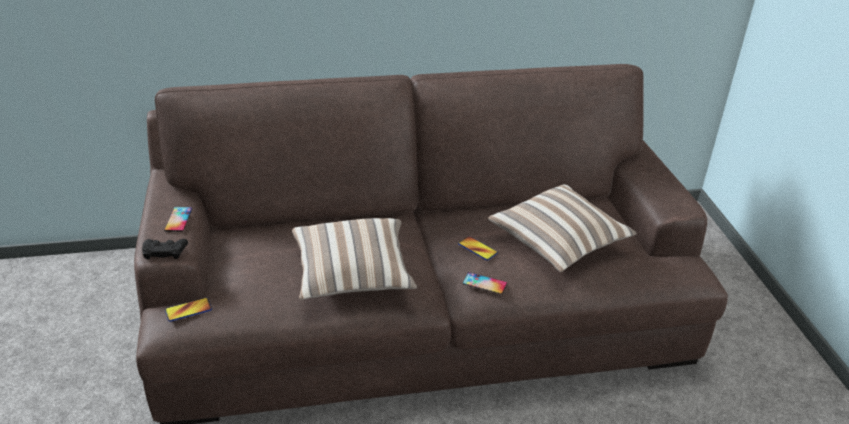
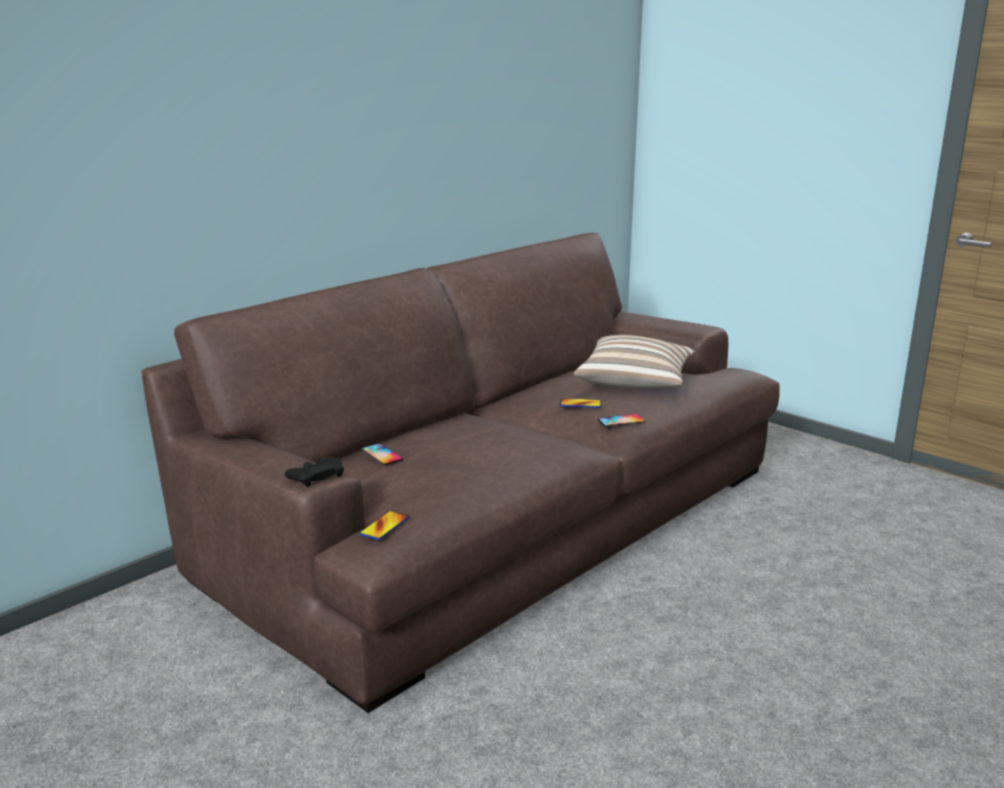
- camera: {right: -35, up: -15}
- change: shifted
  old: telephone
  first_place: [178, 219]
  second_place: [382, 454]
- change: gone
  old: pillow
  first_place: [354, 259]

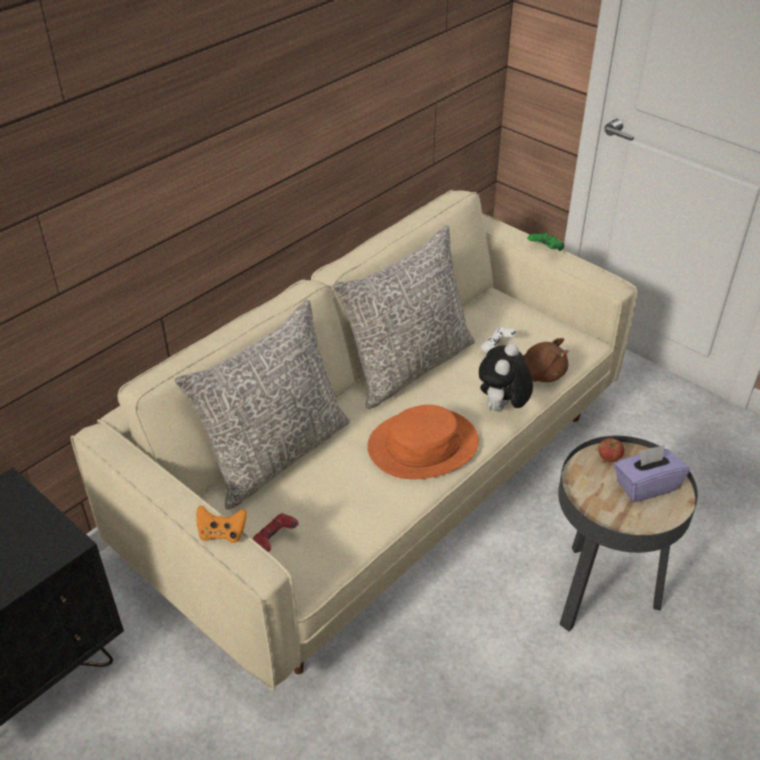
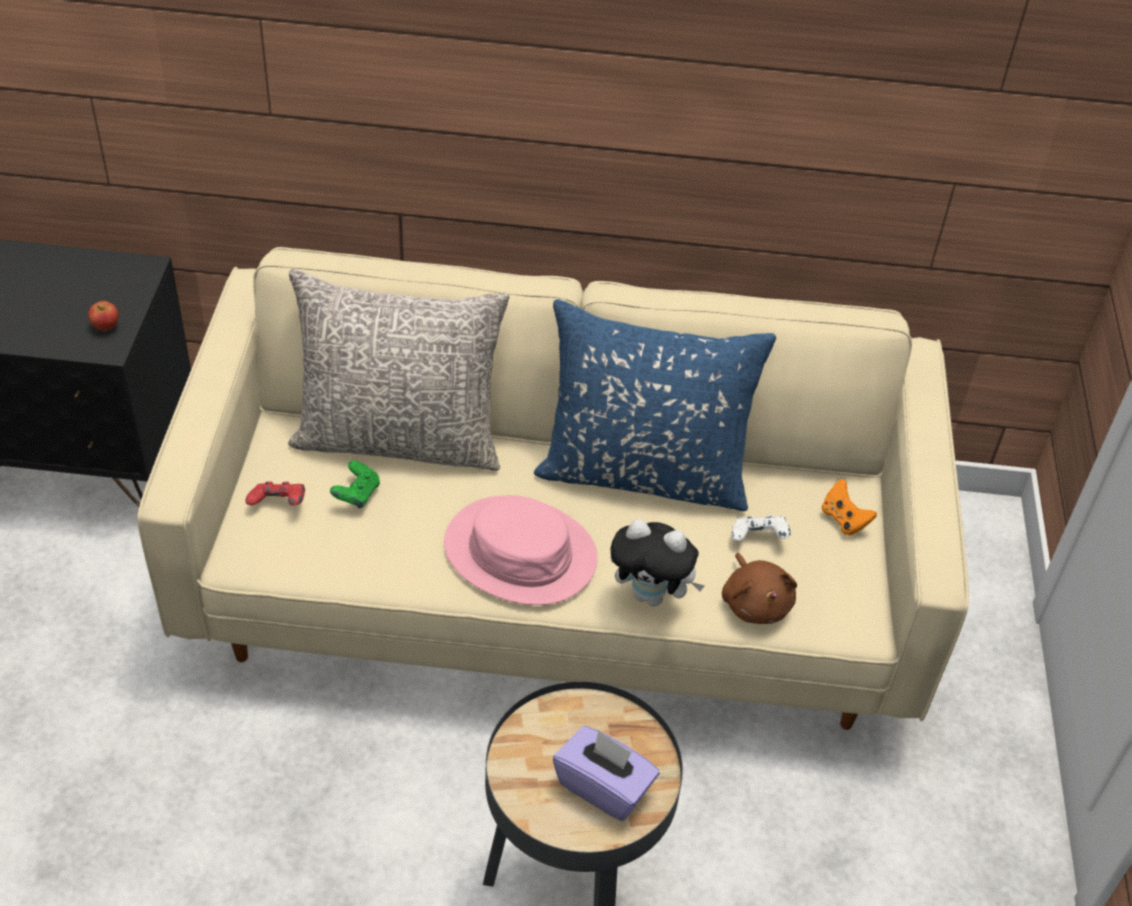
- camera: {right: 50, up: 5}
- change: shifted
  old: orange-coloured joypad
  first_place: [221, 524]
  second_place: [849, 507]
- change: repainted
  old: greyish pillow
  new: bluish pillow
  first_place: [404, 317]
  second_place: [655, 405]
- change: repainted
  old: orange-coloured clothing hat
  new: pink clothing hat
  first_place: [423, 442]
  second_place: [521, 550]
- change: rotated
  old: plush toy
  first_place: [506, 377]
  second_place: [657, 562]
  degrees: -150
- change: shifted
  old: greenish joypad
  first_place: [545, 241]
  second_place: [355, 485]
- change: shifted
  old: apple fruit
  first_place: [611, 450]
  second_place: [103, 316]

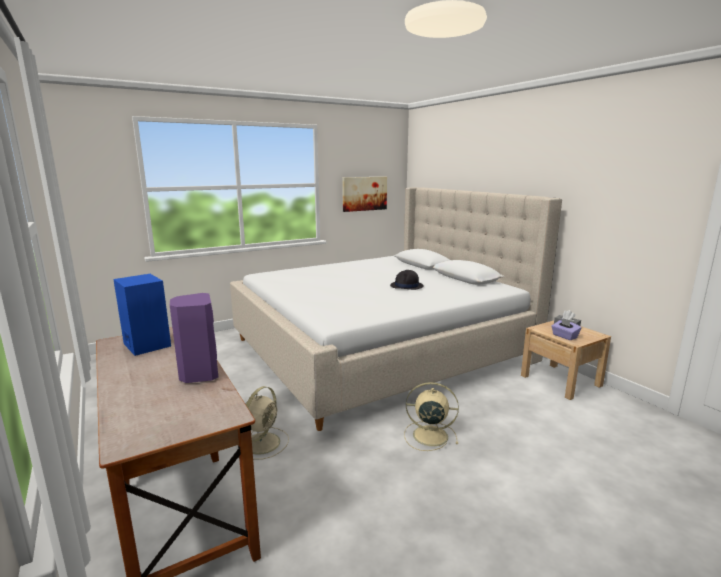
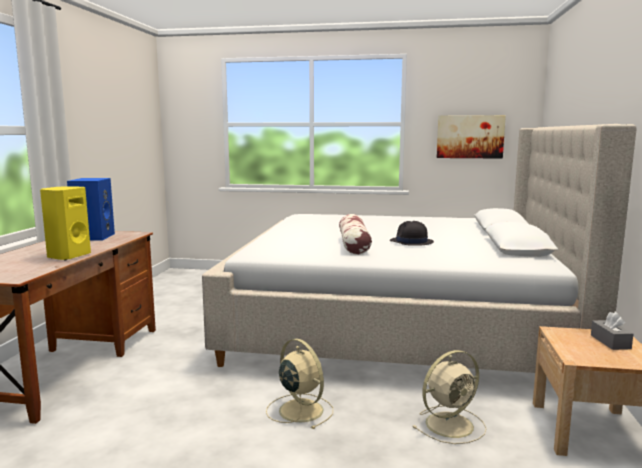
- camera: {right: 40, up: -5}
- change: repainted
  old: purple speaker
  new: yellow-coloured speaker
  first_place: [194, 338]
  second_place: [65, 223]
- change: shifted
  old: beige-coloured cooling fan
  first_place: [267, 422]
  second_place: [449, 397]
- change: gone
  old: purple tissue holder
  first_place: [566, 329]
- change: new
  new: pillow
  second_place: [355, 234]

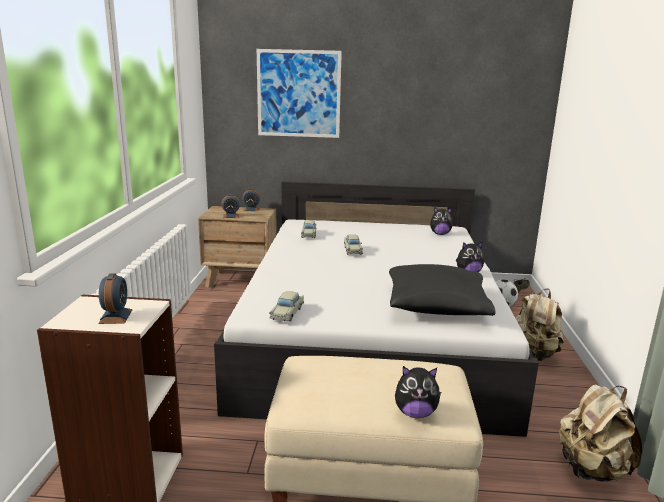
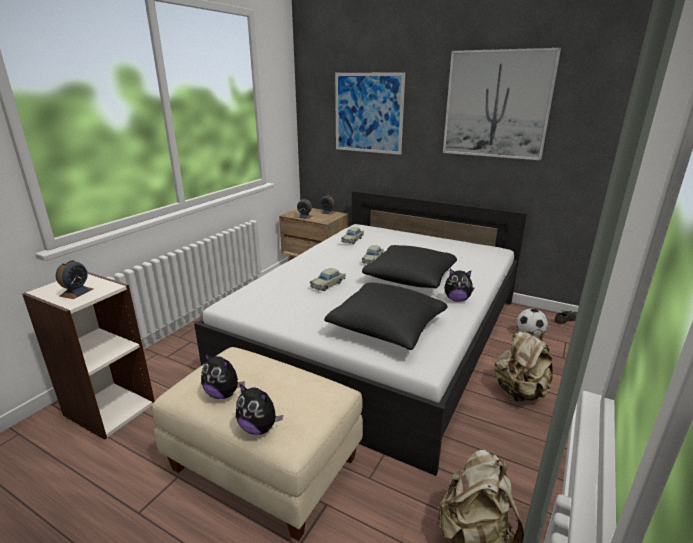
- camera: {right: 25, up: 5}
- change: shifted
  old: beige-coloured toy car
  first_place: [286, 306]
  second_place: [328, 279]
- change: shifted
  old: plush toy
  first_place: [441, 221]
  second_place: [223, 376]
- change: new
  new: blackish pillow
  second_place: [409, 266]
- change: new
  new: wall art
  second_place: [502, 104]

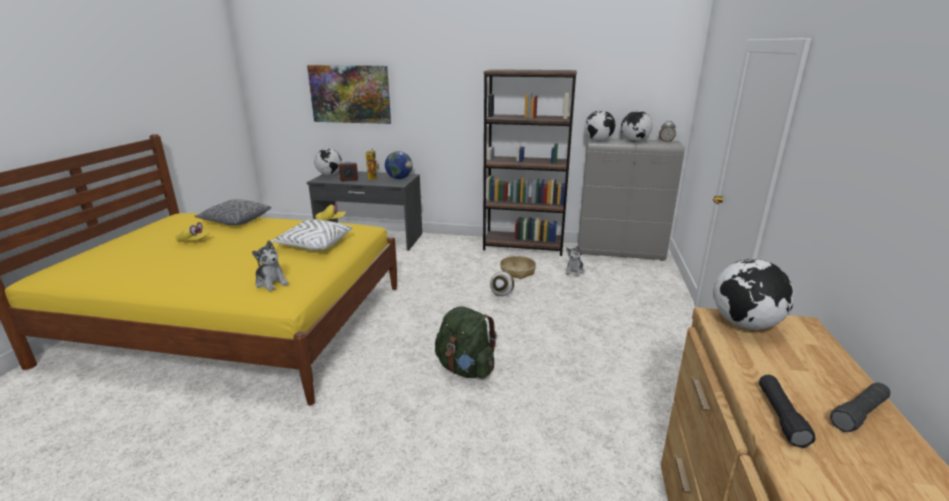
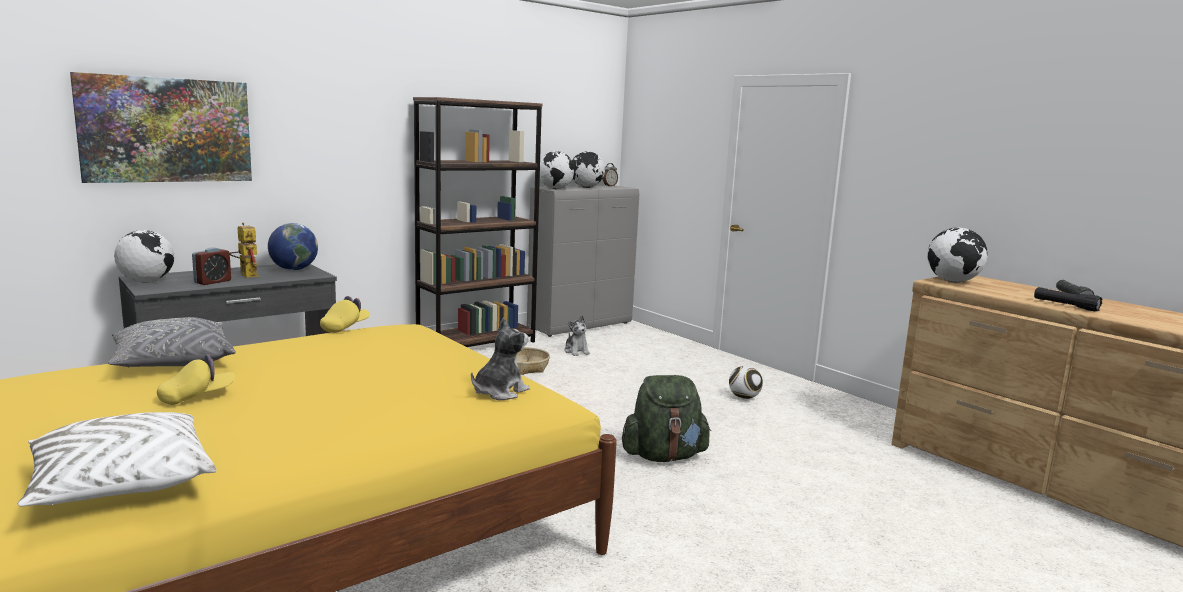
- camera: {right: -50, up: -10}
- change: rotated
  old: plush toy
  first_place: [270, 265]
  second_place: [500, 358]
  degrees: -45
- change: shifted
  old: white-coloured pillow
  first_place: [311, 234]
  second_place: [117, 459]
- change: shifted
  old: ball for football
  first_place: [502, 284]
  second_place: [746, 382]

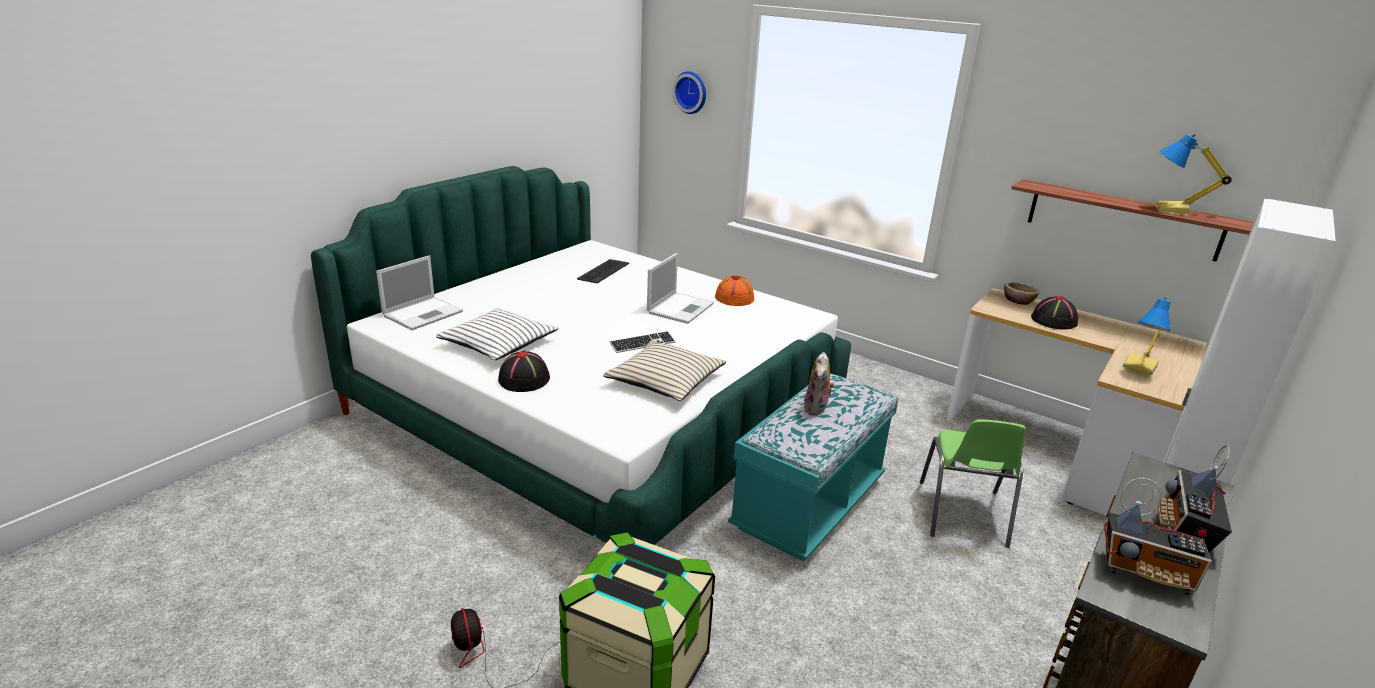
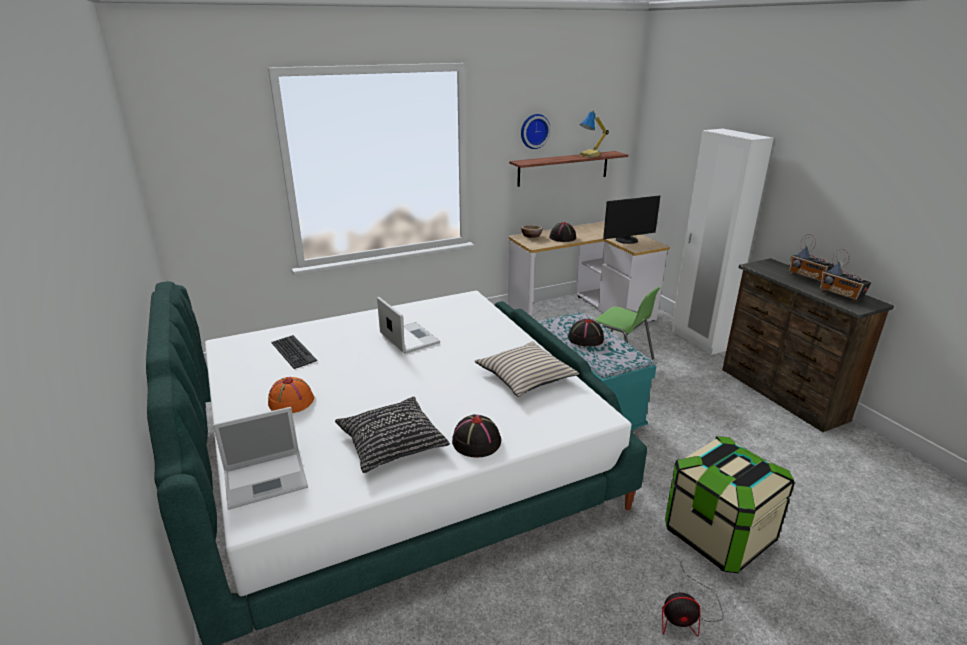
- camera: {right: -60, up: 0}
- change: rotated
  old: notebook computer
  first_place: [419, 292]
  second_place: [260, 458]
  degrees: 90
- change: repainted
  old: white-coloured pillow
  new: blackish pillow
  first_place: [497, 334]
  second_place: [392, 435]
- change: gone
  old: keyboard
  first_place: [643, 342]
- change: shifted
  old: clock on the wall
  first_place: [689, 92]
  second_place: [536, 131]
- change: shifted
  old: orange-coloured clothing hat
  first_place: [735, 290]
  second_place: [291, 395]
- change: swapped
  old: plush toy
  new: blackish clothing hat
  first_place: [819, 384]
  second_place: [586, 332]
- change: rotated
  old: radio
  first_place: [1158, 536]
  second_place: [845, 275]
  degrees: 90
- change: swapped
  old: tabletop lamp
  new: monitor
  first_place: [1146, 337]
  second_place: [631, 220]

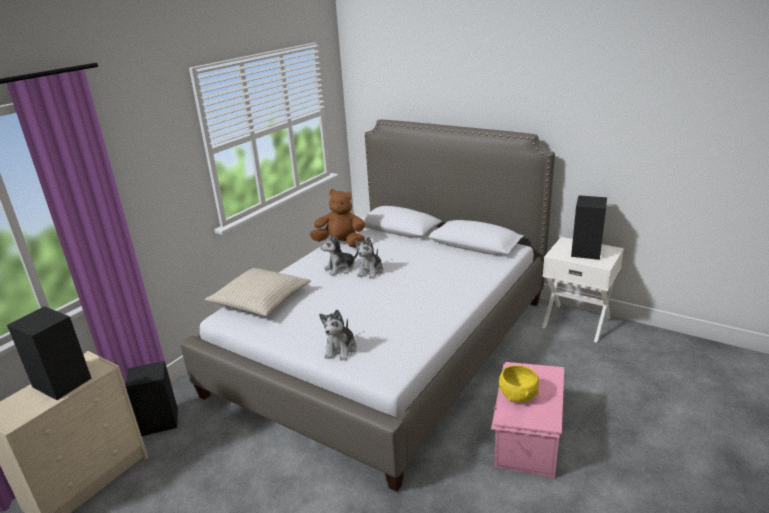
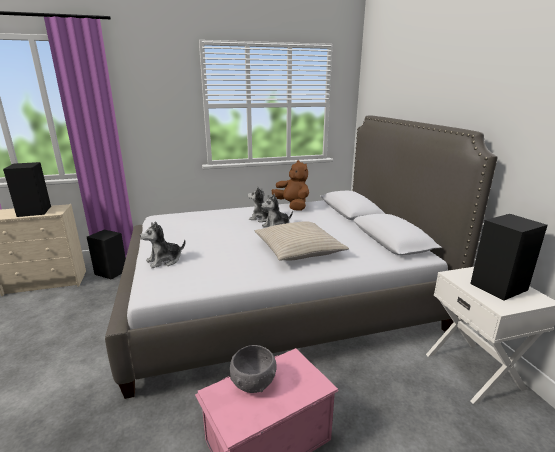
- camera: {right: 40, up: -5}
- change: shifted
  old: beige-coloured pillow
  first_place: [258, 292]
  second_place: [302, 241]
- change: repainted
  old: yellow-coloured serving bowl
  new: greyish serving bowl
  first_place: [519, 383]
  second_place: [253, 369]

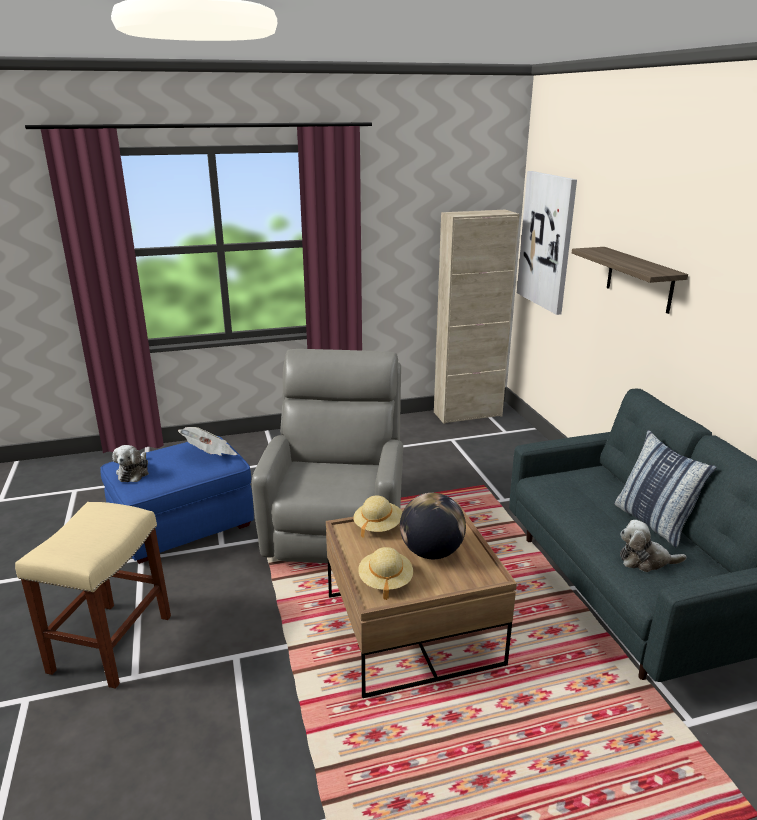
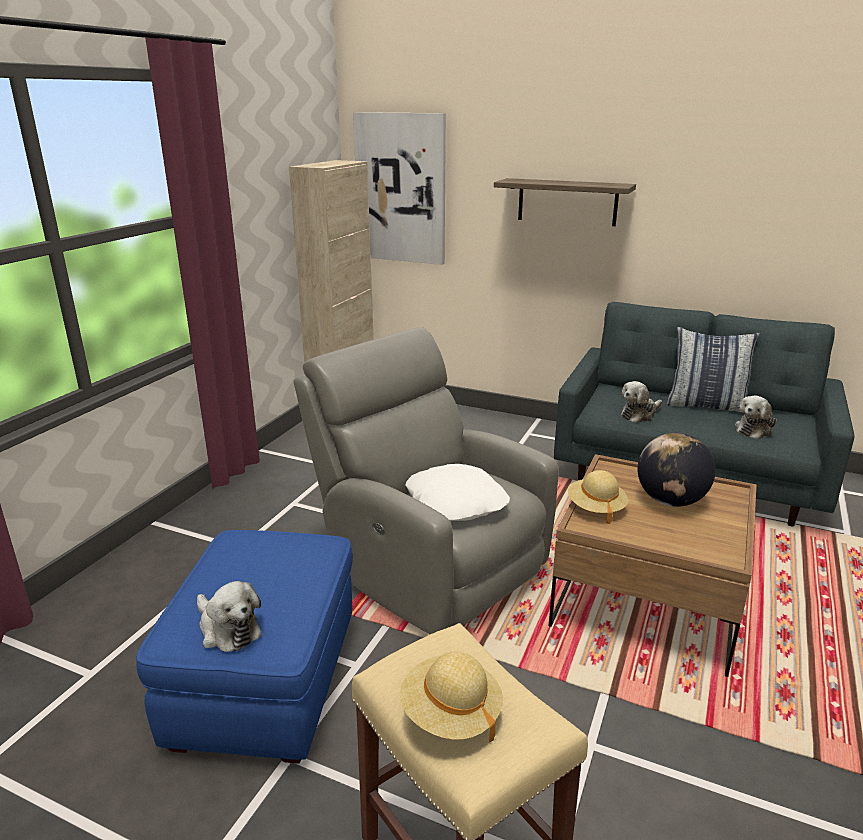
- camera: {right: -50, up: 0}
- change: gone
  old: newspaper
  first_place: [207, 441]
- change: shifted
  old: beige-coloured clothing hat
  first_place: [385, 573]
  second_place: [451, 696]
- change: new
  new: white-coloured pillow
  second_place: [457, 492]
- change: new
  new: plush toy
  second_place: [641, 402]

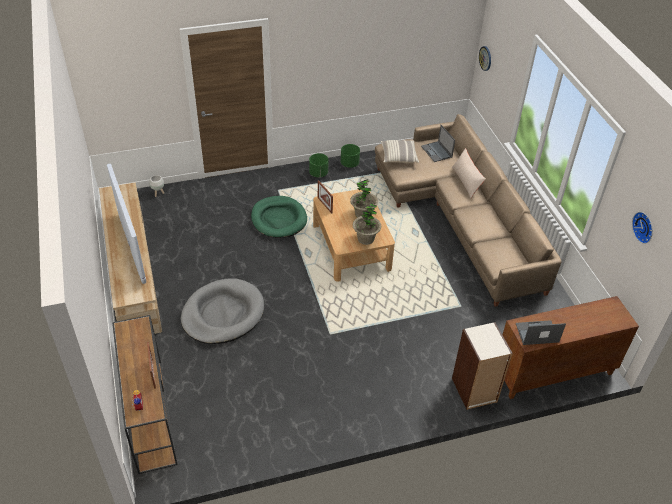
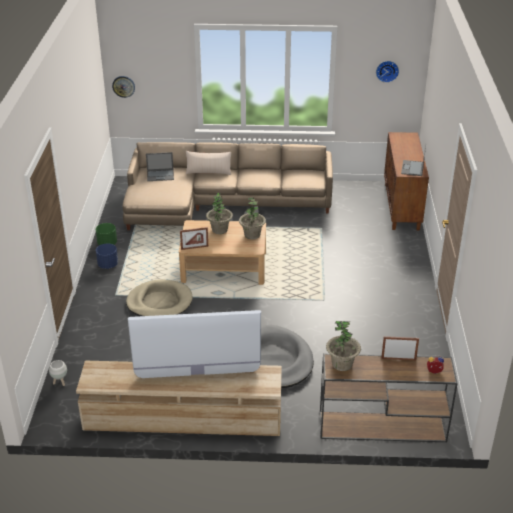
- camera: {right: -70, up: -10}
- change: repainted
  old: greenish dog cushion
  new: beige-coloured dog cushion
  first_place: [279, 217]
  second_place: [159, 297]
- change: repainted
  old: greenish plant pot
  new: bluish plant pot
  first_place: [319, 165]
  second_place: [107, 256]
- change: gone
  old: pillow
  first_place: [400, 151]
- change: gone
  old: bookshelf
  first_place: [482, 366]
- change: new
  new: plant in a pot
  second_place: [343, 346]

